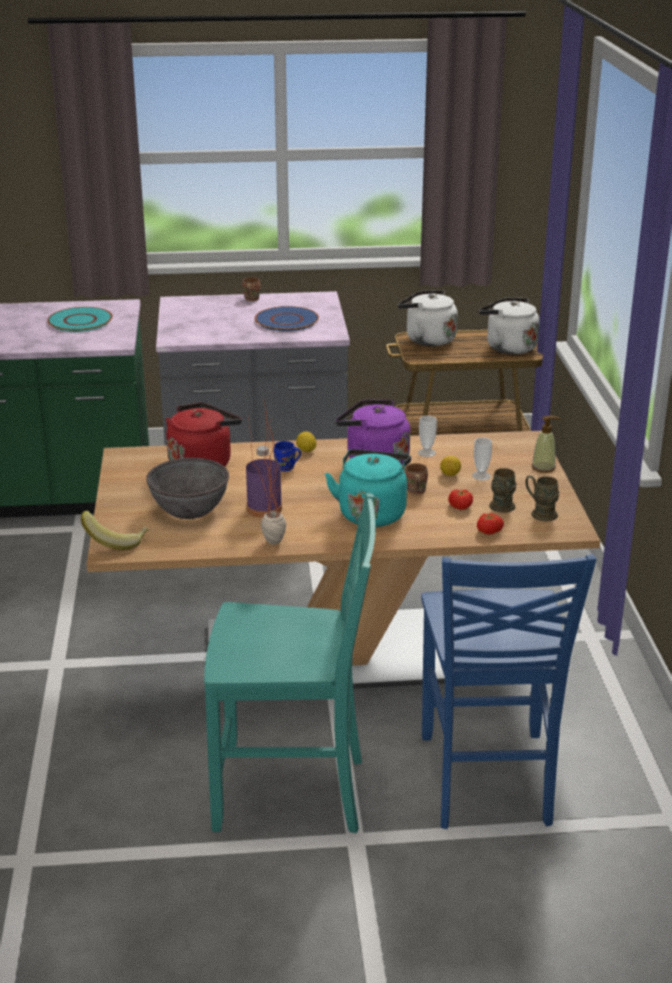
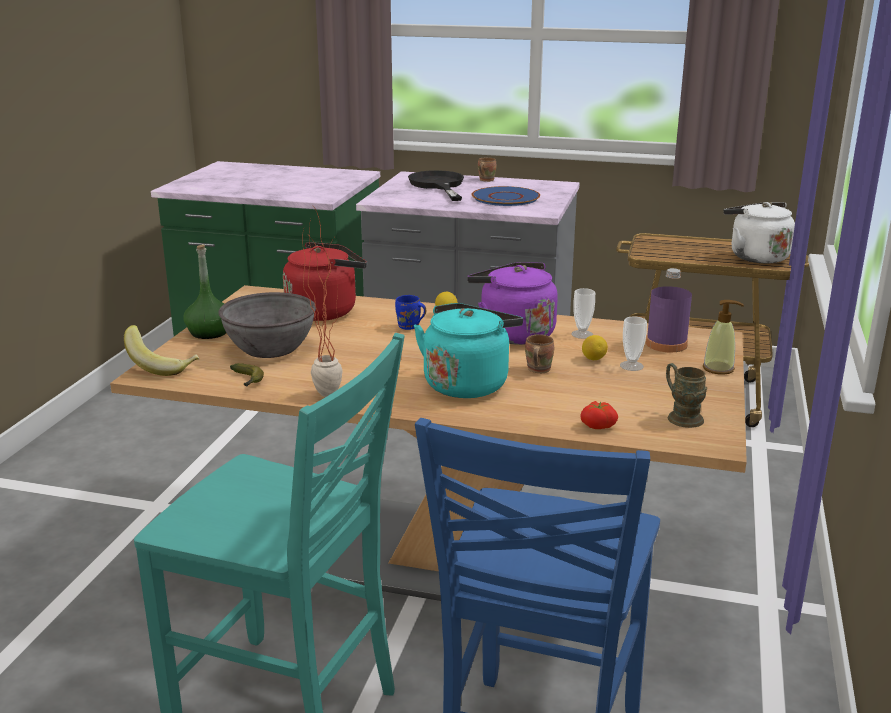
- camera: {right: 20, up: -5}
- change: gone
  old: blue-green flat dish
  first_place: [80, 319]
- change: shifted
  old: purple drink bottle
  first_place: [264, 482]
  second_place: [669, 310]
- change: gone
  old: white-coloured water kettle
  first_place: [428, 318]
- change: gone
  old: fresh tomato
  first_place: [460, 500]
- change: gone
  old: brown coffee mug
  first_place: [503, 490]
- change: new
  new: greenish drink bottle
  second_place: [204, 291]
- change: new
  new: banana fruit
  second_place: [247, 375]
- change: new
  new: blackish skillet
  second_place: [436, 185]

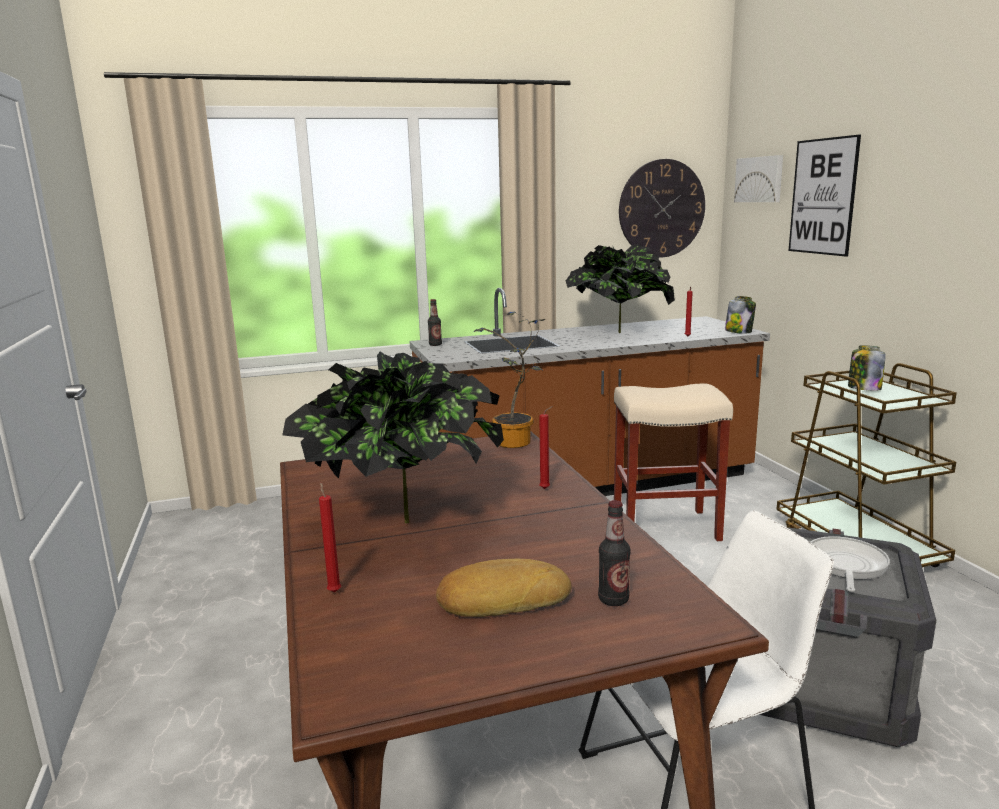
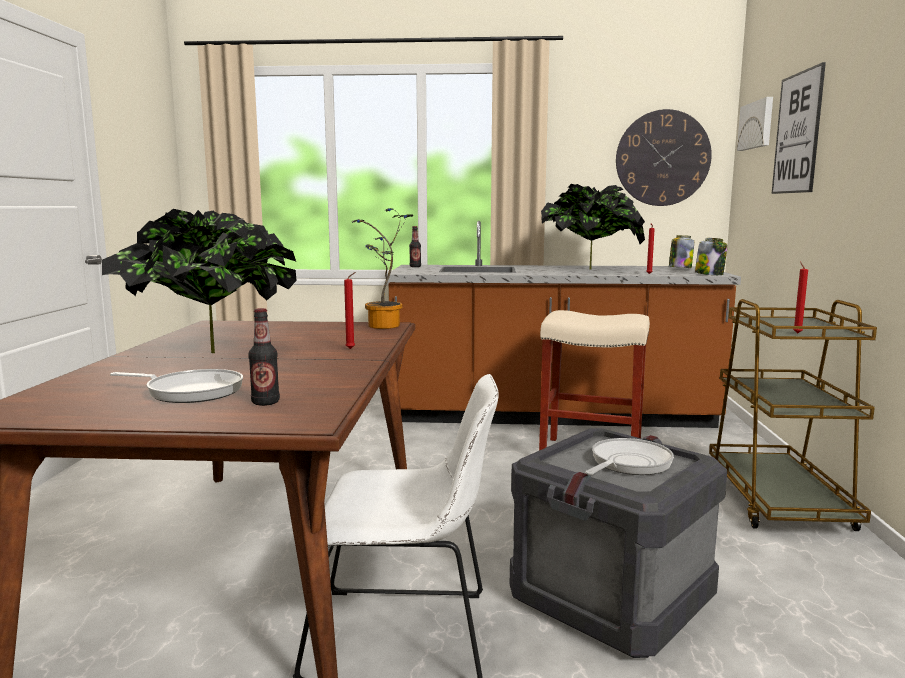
- camera: {right: 20, up: -5}
- change: shifted
  old: red candle
  first_place: [330, 537]
  second_place: [800, 297]
- change: swapped
  old: bakery bread
  new: skillet
  first_place: [504, 588]
  second_place: [176, 386]
- change: shifted
  old: jar
  first_place: [867, 368]
  second_place: [681, 251]

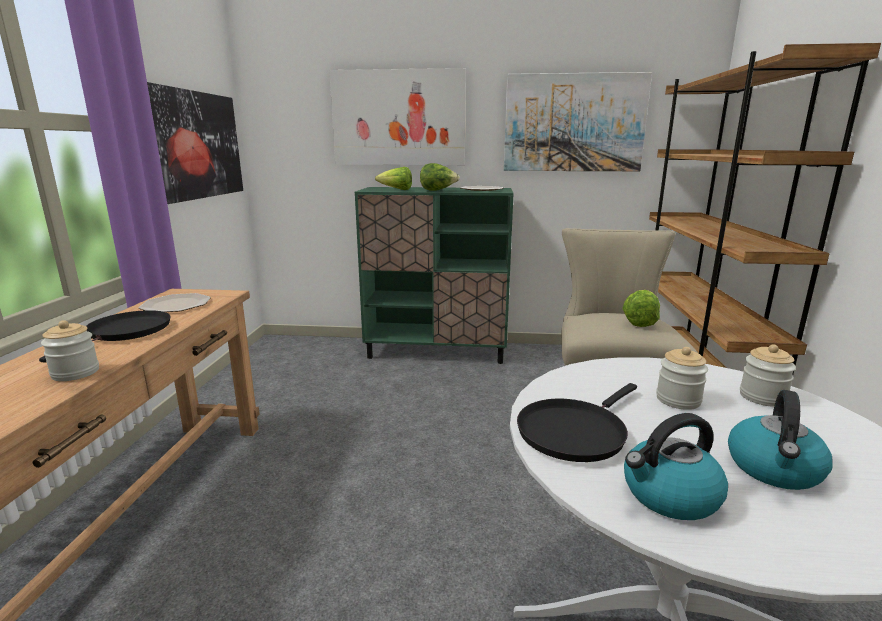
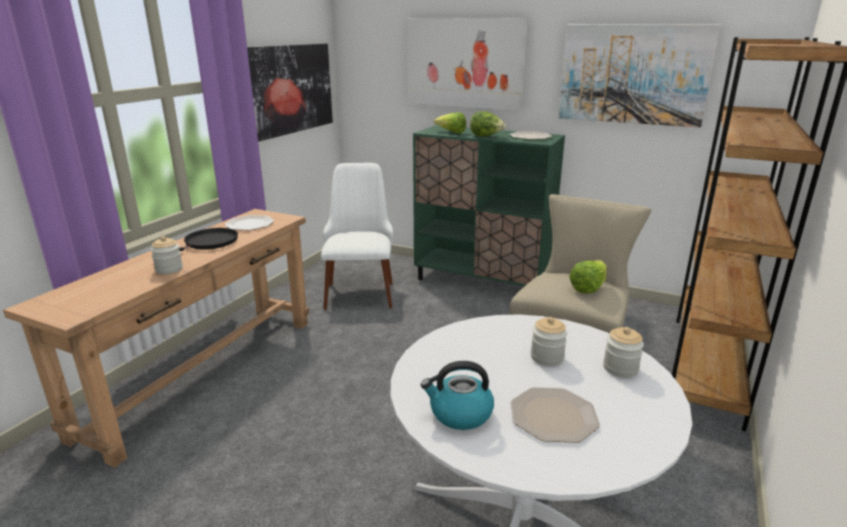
- camera: {right: 20, up: 5}
- change: gone
  old: blackish skillet
  first_place: [577, 422]
- change: swapped
  old: water kettle
  new: flat dish
  first_place: [780, 440]
  second_place: [555, 415]
- change: new
  new: white-coloured plain chair
  second_place: [357, 236]

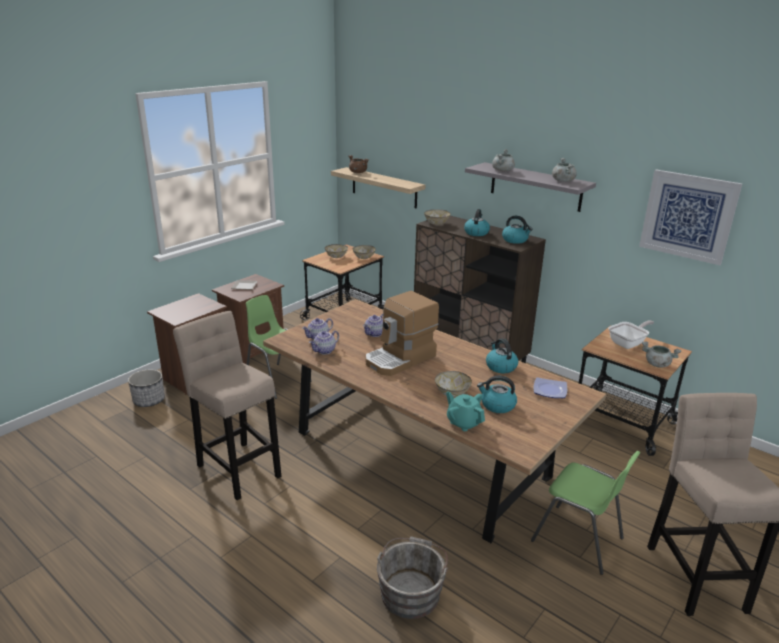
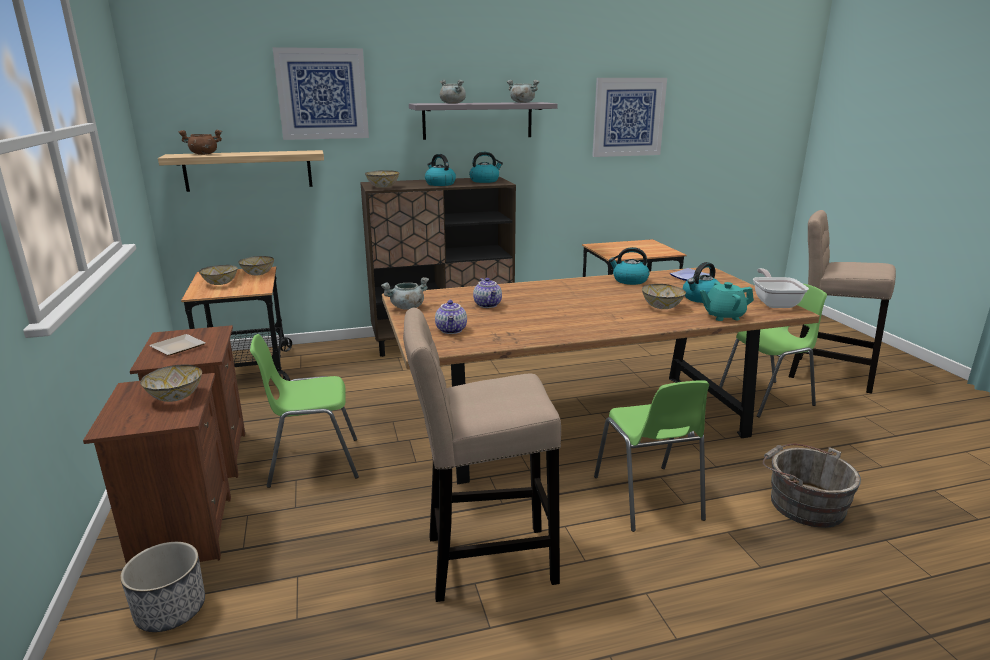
- camera: {right: -55, up: -5}
- change: gone
  old: teapot
  first_place: [324, 342]
- change: gone
  old: coffee maker
  first_place: [402, 333]
- change: shifted
  old: skillet
  first_place: [631, 334]
  second_place: [781, 288]
- change: shifted
  old: greyish saucepot
  first_place: [661, 354]
  second_place: [405, 293]
- change: new
  new: serving bowl
  second_place: [171, 383]
- change: new
  new: wall art
  second_place: [321, 93]
- change: new
  new: greenish plain chair
  second_place: [651, 456]

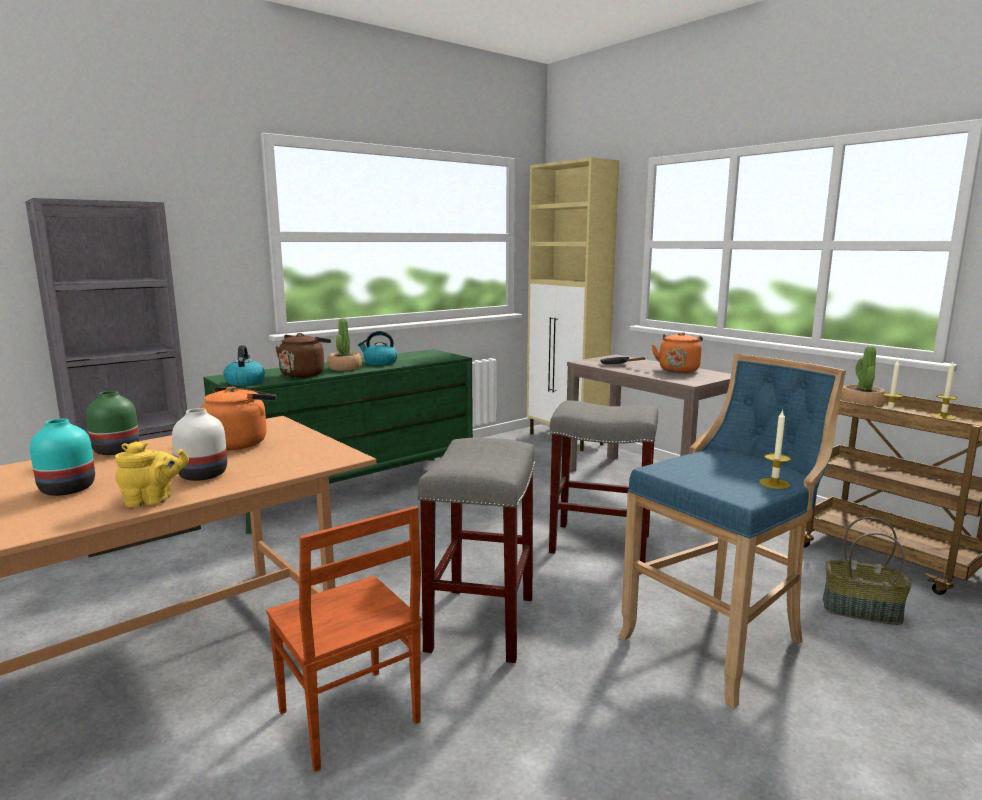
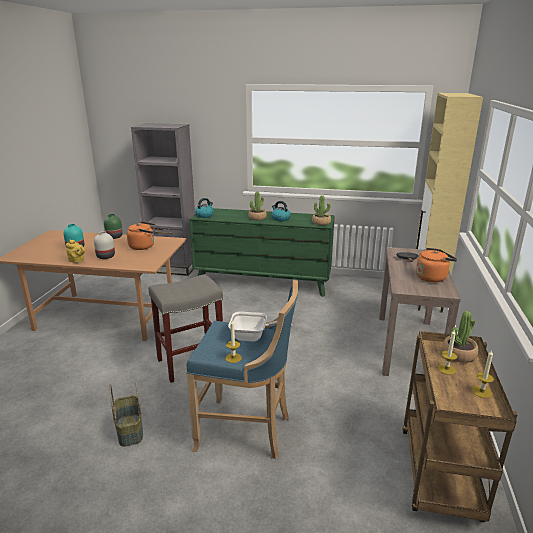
- camera: {right: 50, up: 10}
- change: gone
  old: brown plain chair
  first_place: [343, 639]
- change: gone
  old: brown water kettle
  first_place: [303, 355]
- change: gone
  old: greyish stool seat
  first_place: [603, 482]
- change: shifted
  old: storage basket
  first_place: [867, 571]
  second_place: [126, 413]
- change: new
  new: skillet
  second_place: [260, 327]
- change: new
  new: plant in a pot
  second_place: [321, 210]

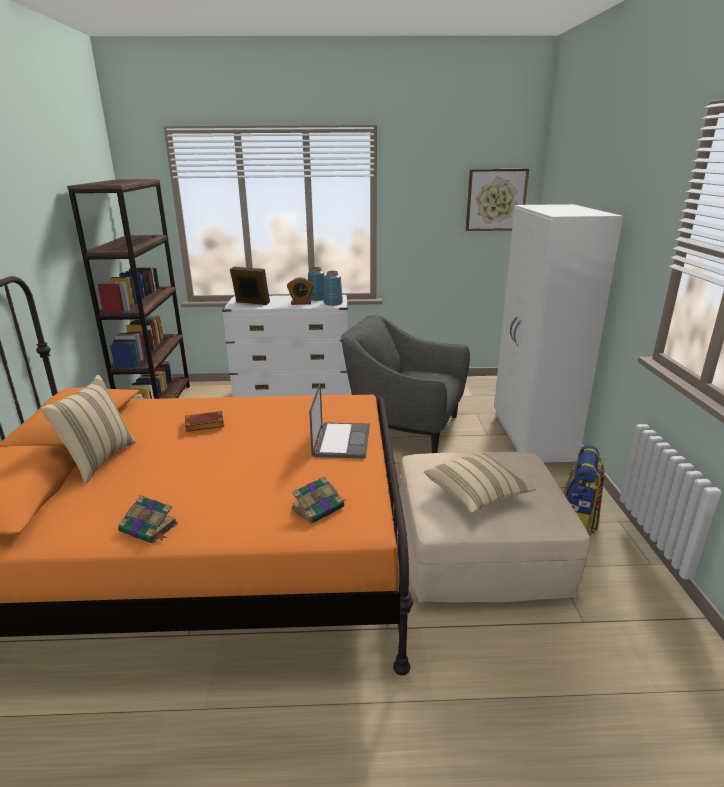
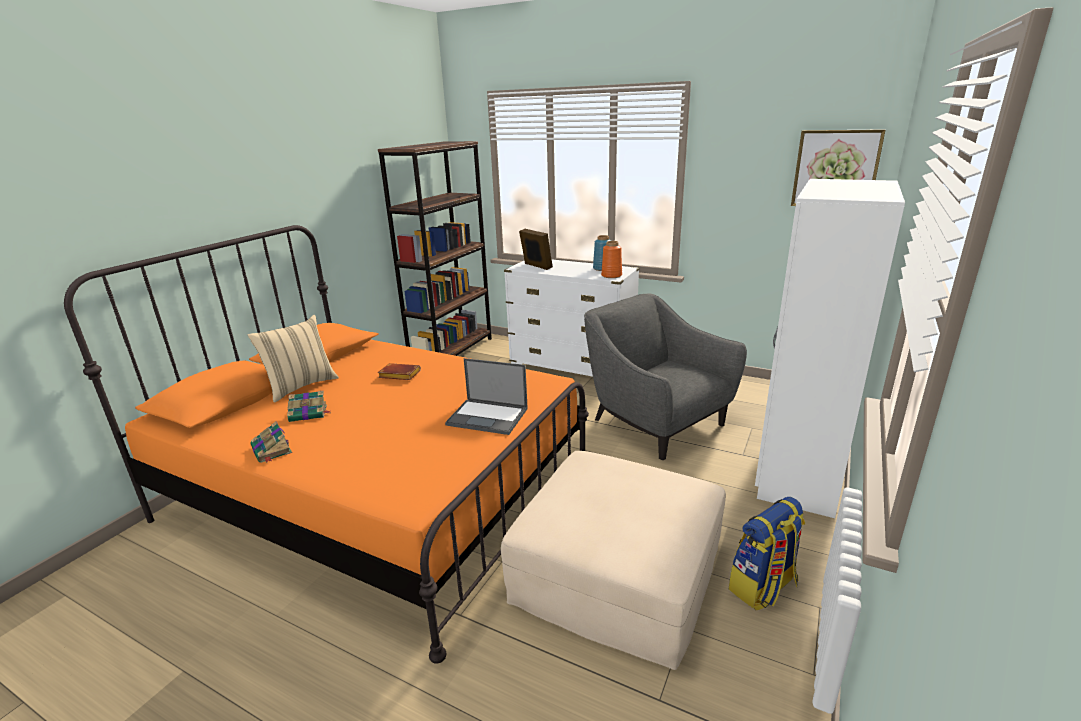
- camera: {right: 30, up: 0}
- change: gone
  old: bedside clock
  first_place: [300, 291]
- change: shifted
  old: book
  first_place: [318, 500]
  second_place: [308, 406]
- change: rotated
  old: notebook computer
  first_place: [339, 421]
  second_place: [486, 396]
  degrees: 75
- change: repainted
  old: bluish vase
  new: orange-coloured vase
  first_place: [333, 288]
  second_place: [611, 259]
- change: gone
  old: beige-coloured pillow
  first_place: [480, 482]

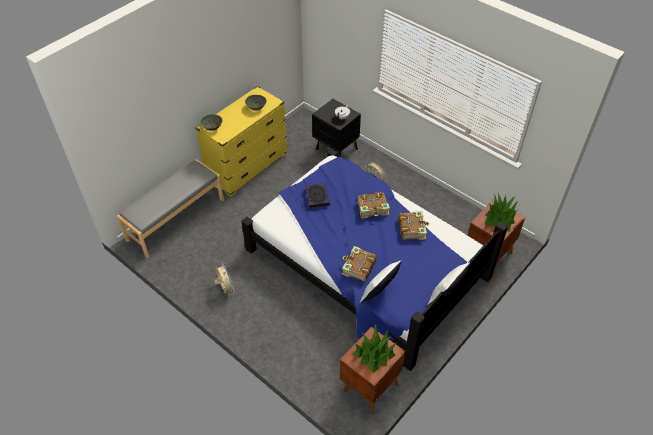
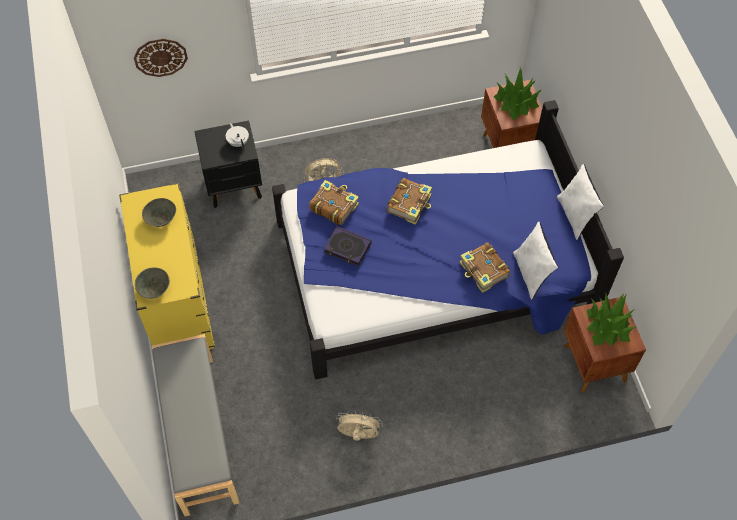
- camera: {right: -55, up: 10}
- change: shifted
  old: book
  first_place: [414, 225]
  second_place: [334, 202]
- change: new
  new: clock on the wall
  second_place: [161, 58]

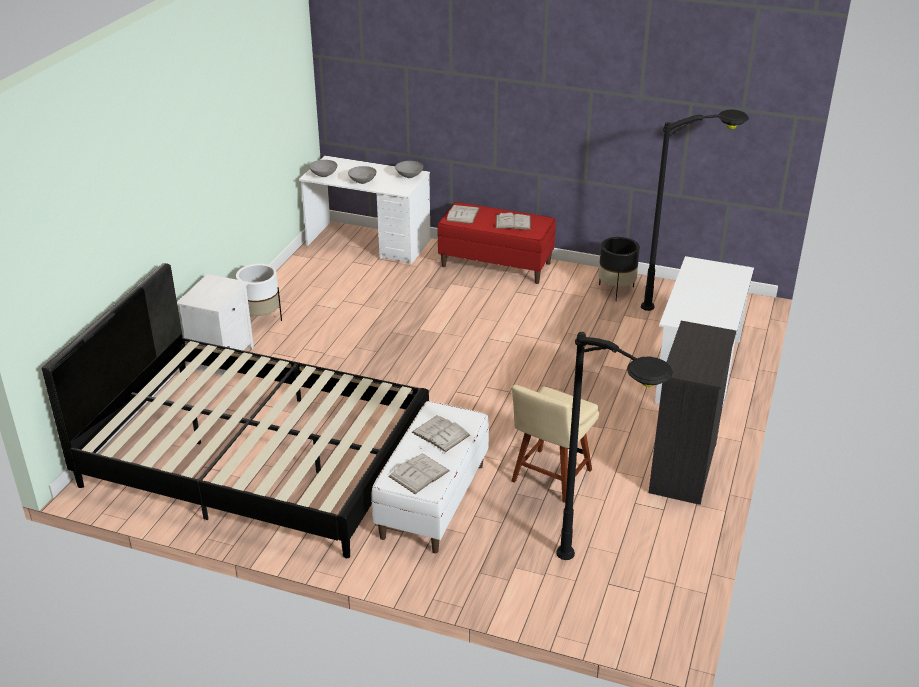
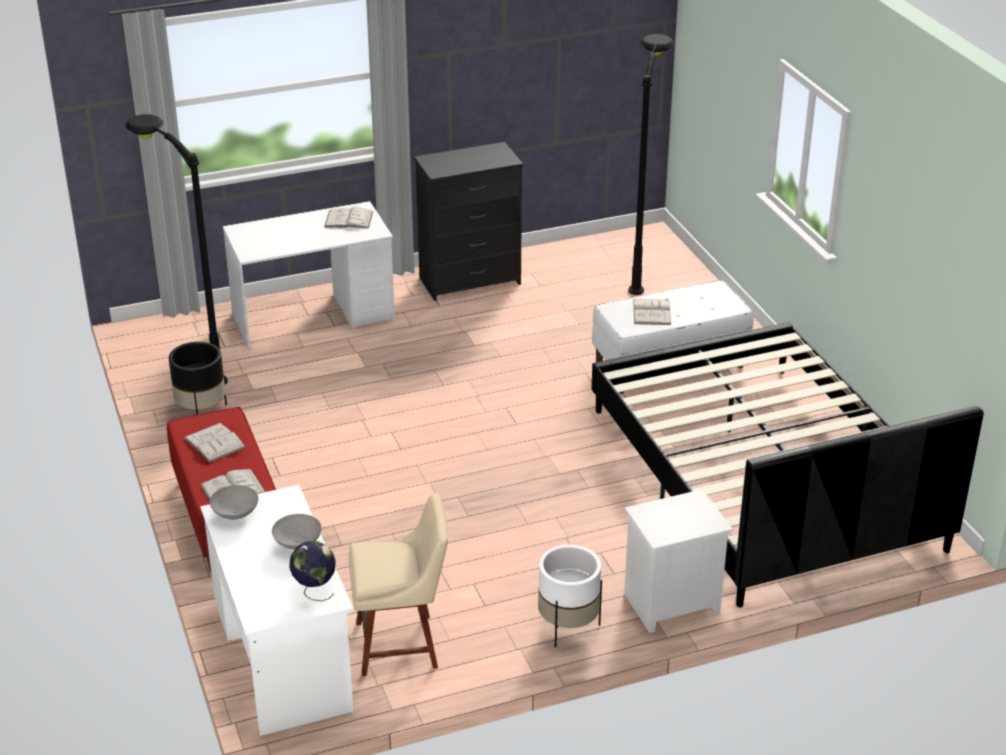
- camera: {right: -130, up: 0}
- change: swapped
  old: greyish serving bowl
  new: world globe
  first_place: [323, 168]
  second_place: [312, 571]
- change: shifted
  old: white-coloured book
  first_place: [419, 474]
  second_place: [348, 217]
- change: shifted
  old: beige-coloured plain chair
  first_place: [555, 444]
  second_place: [398, 584]

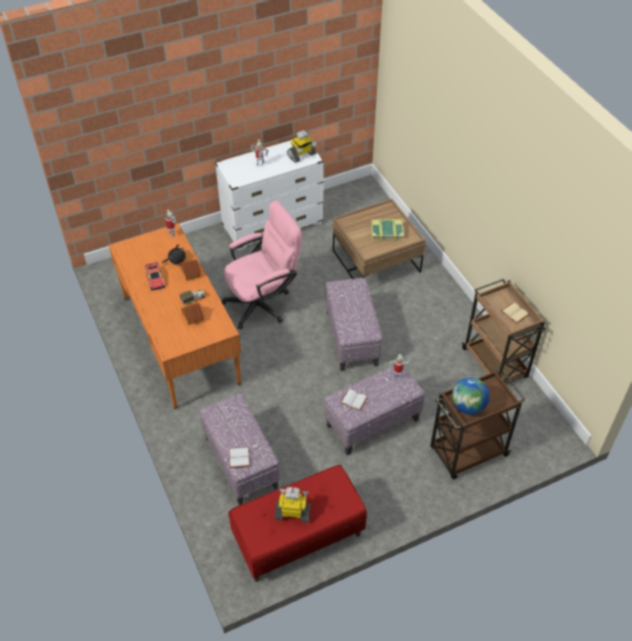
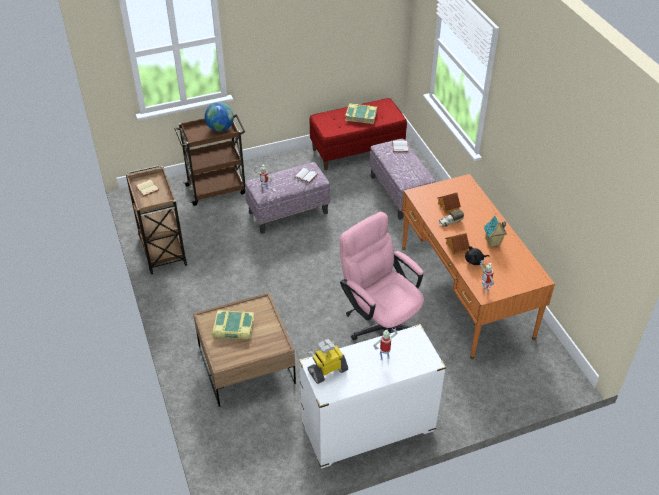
- camera: {right: -175, up: -5}
- change: swapped
  old: toy car
  new: toy house
  first_place: [155, 276]
  second_place: [495, 230]
- change: rotated
  old: pink computer chair
  first_place: [262, 265]
  second_place: [382, 276]
  degrees: 75
- change: swapped
  old: robot figure
  new: book
  first_place: [292, 505]
  second_place: [361, 113]
- change: gone
  old: ottoman
  first_place: [353, 324]

